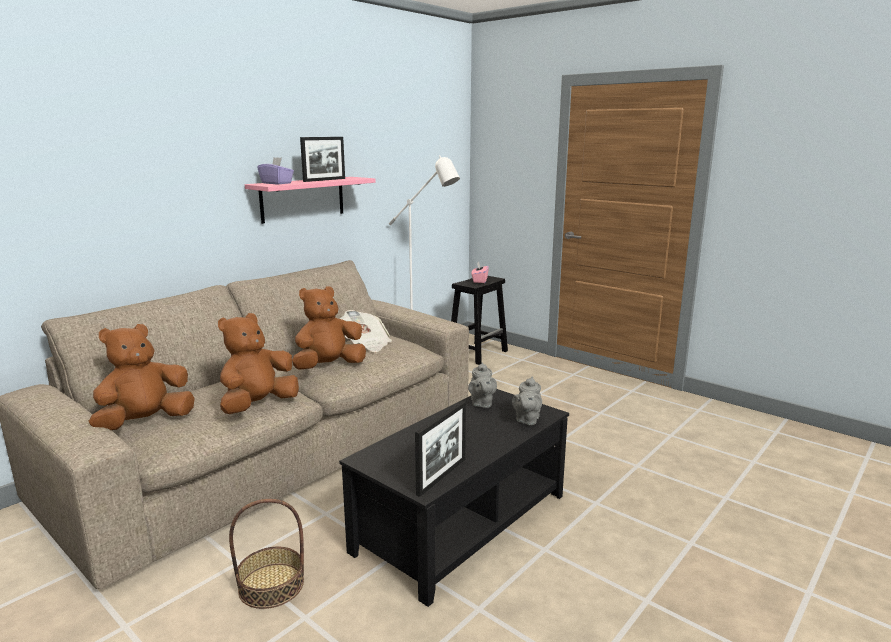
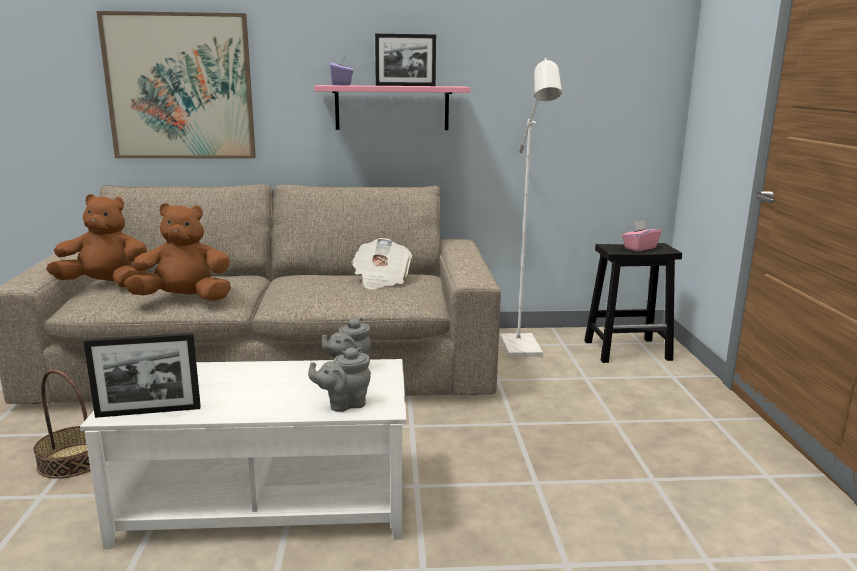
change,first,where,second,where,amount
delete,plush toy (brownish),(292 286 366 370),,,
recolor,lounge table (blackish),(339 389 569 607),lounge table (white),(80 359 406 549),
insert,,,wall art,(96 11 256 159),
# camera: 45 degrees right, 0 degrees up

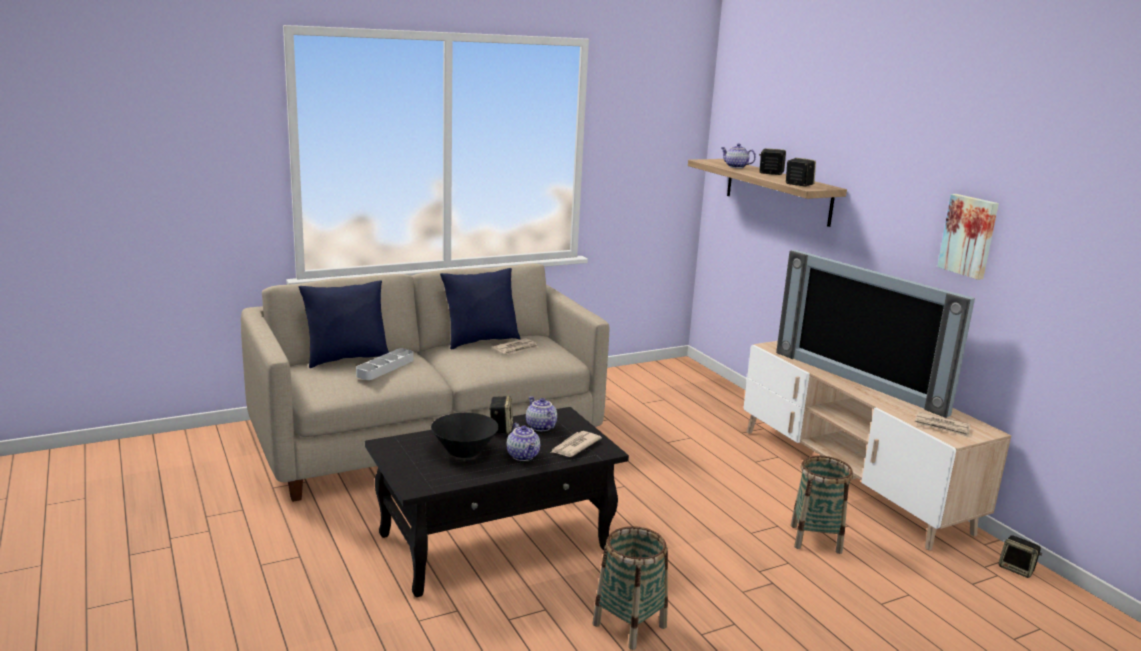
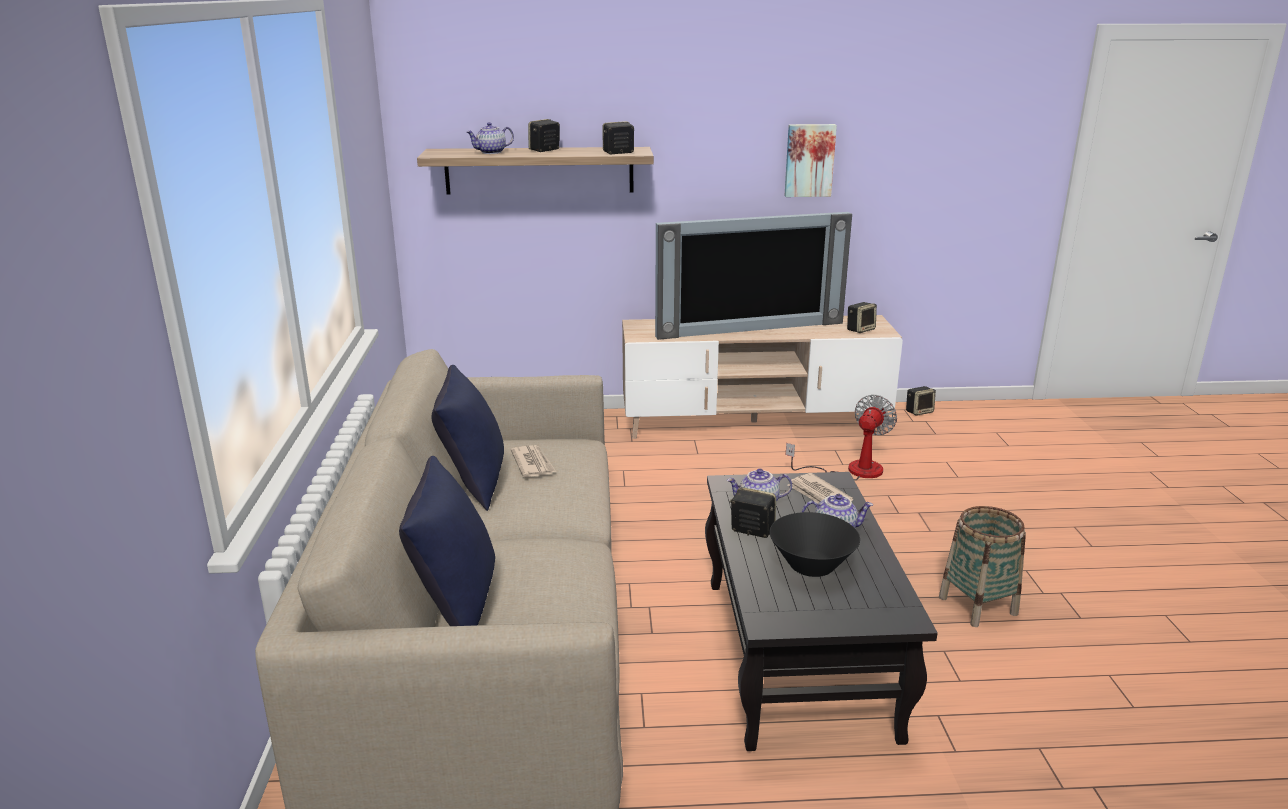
change,first,where,second,where,amount
delete,serving tray (greyish),(356 348 413 380),,,
replace,newspaper,(915 412 970 437),loudspeaker,(847 302 877 333),
replace,storage basket,(791 456 853 554),electric fan,(786 395 897 480),
# camera: 65 degrees left, 5 degrees up

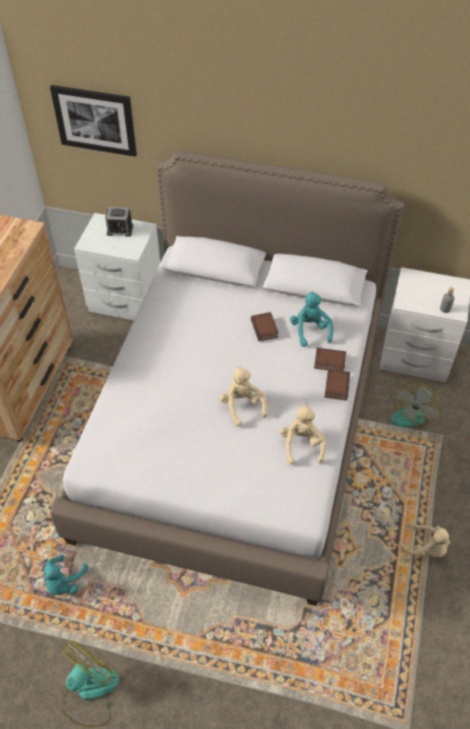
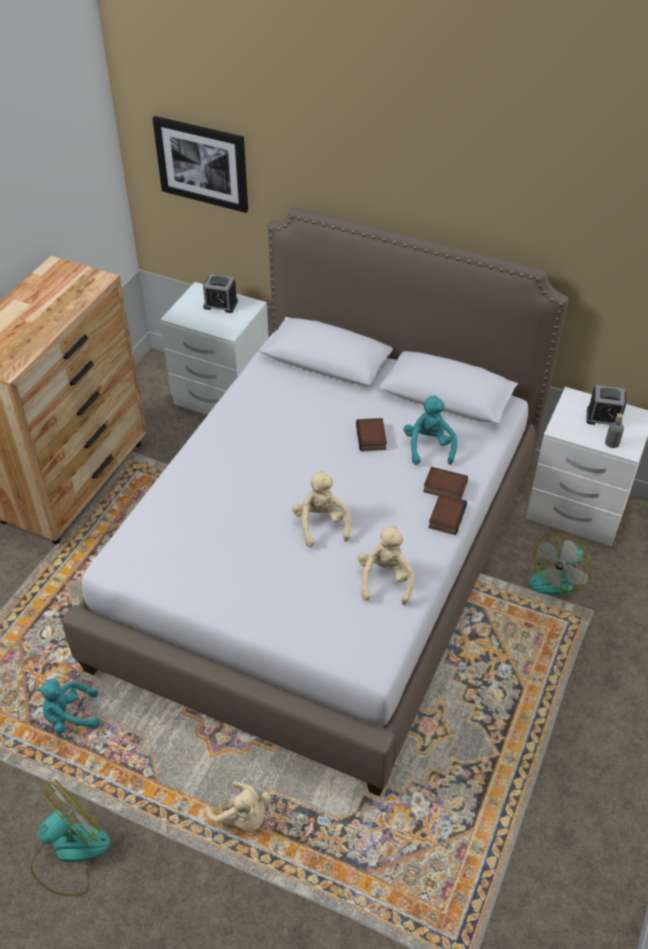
change,first,where,second,where,amount
move,plush toy (beige-coloured),(401 525 450 557),,(206 781 271 832),
rotate,plush toy (turquoise-coloured),(43 554 88 595),,(36 679 101 734),45 degrees clockwise
insert,,,alarm clock,(586 385 626 425),
# camera: 10 degrees right, 5 degrees down

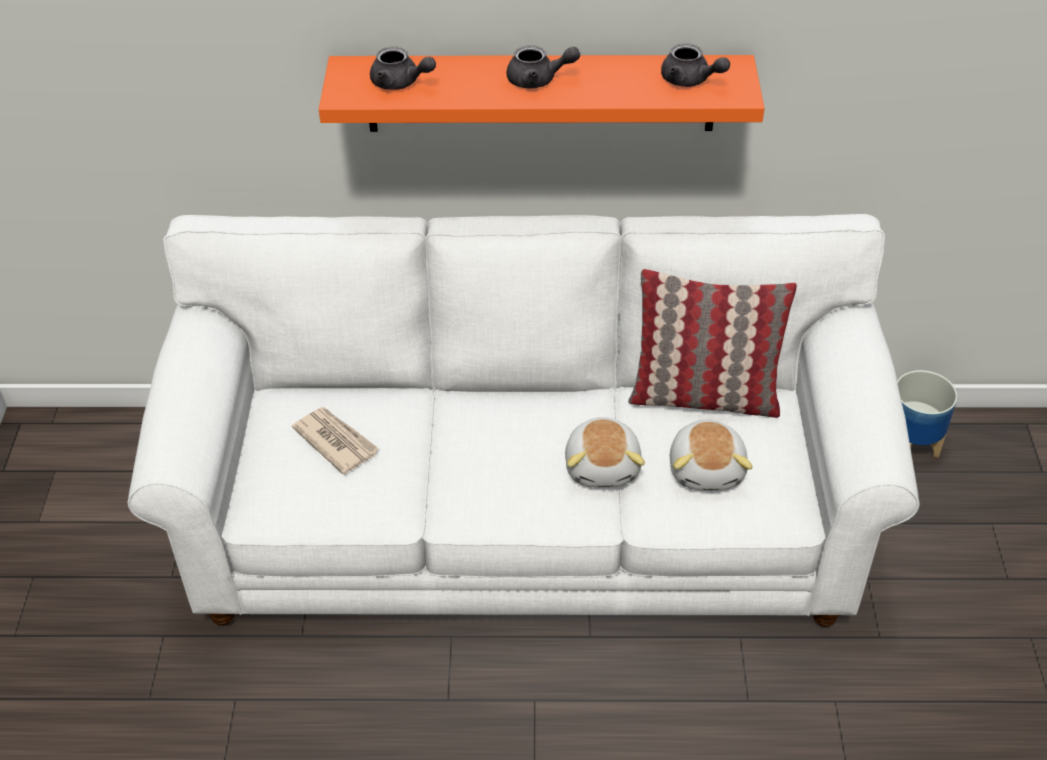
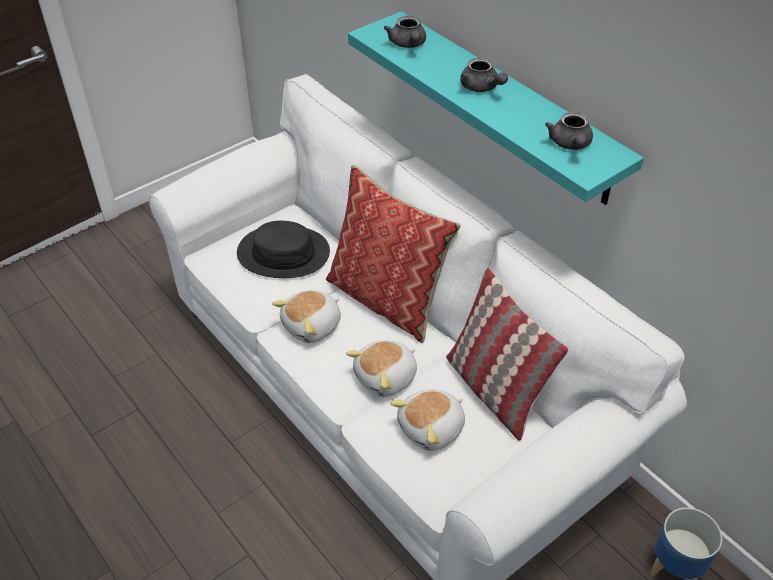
change,first,where,second,where,amount
recolor,bracket shelf (orange-coloured),(319 55 765 132),bracket shelf (turquoise-coloured),(348 11 644 205),
replace,newspaper,(292 407 379 475),clothing hat (blackish),(237 221 330 278),
insert,,,cushion,(326 165 461 343),
insert,,,plush toy,(272 290 341 343),
# camera: 50 degrees right, 0 degrees up

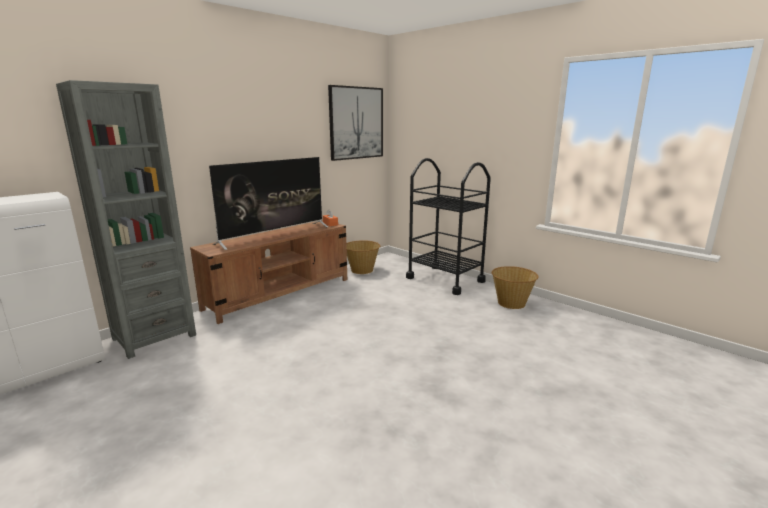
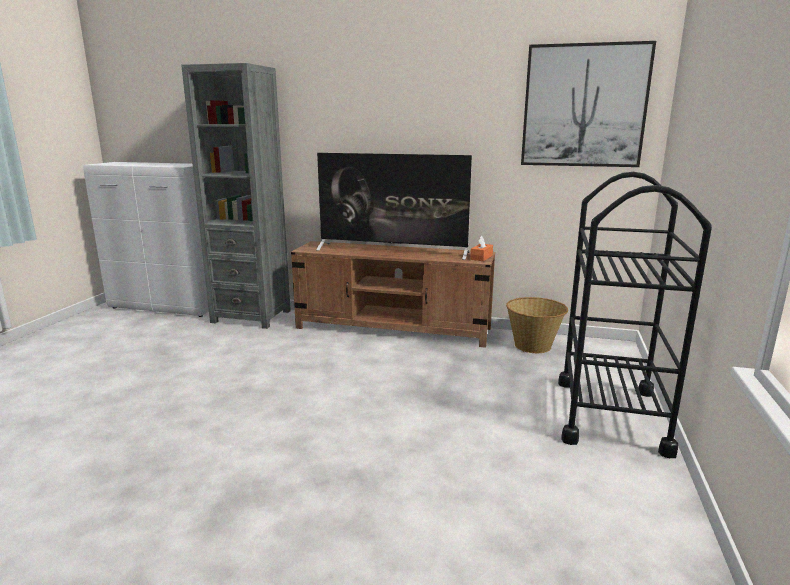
change,first,where,second,where,amount
delete,storage basket,(492 266 539 309),,,
# camera: 60 degrees right, 0 degrees up

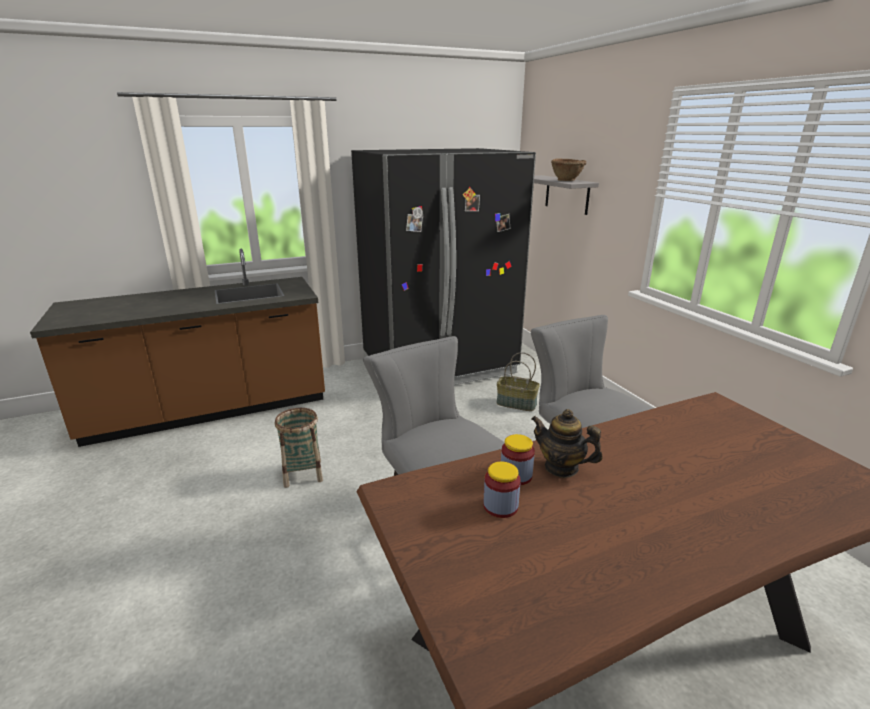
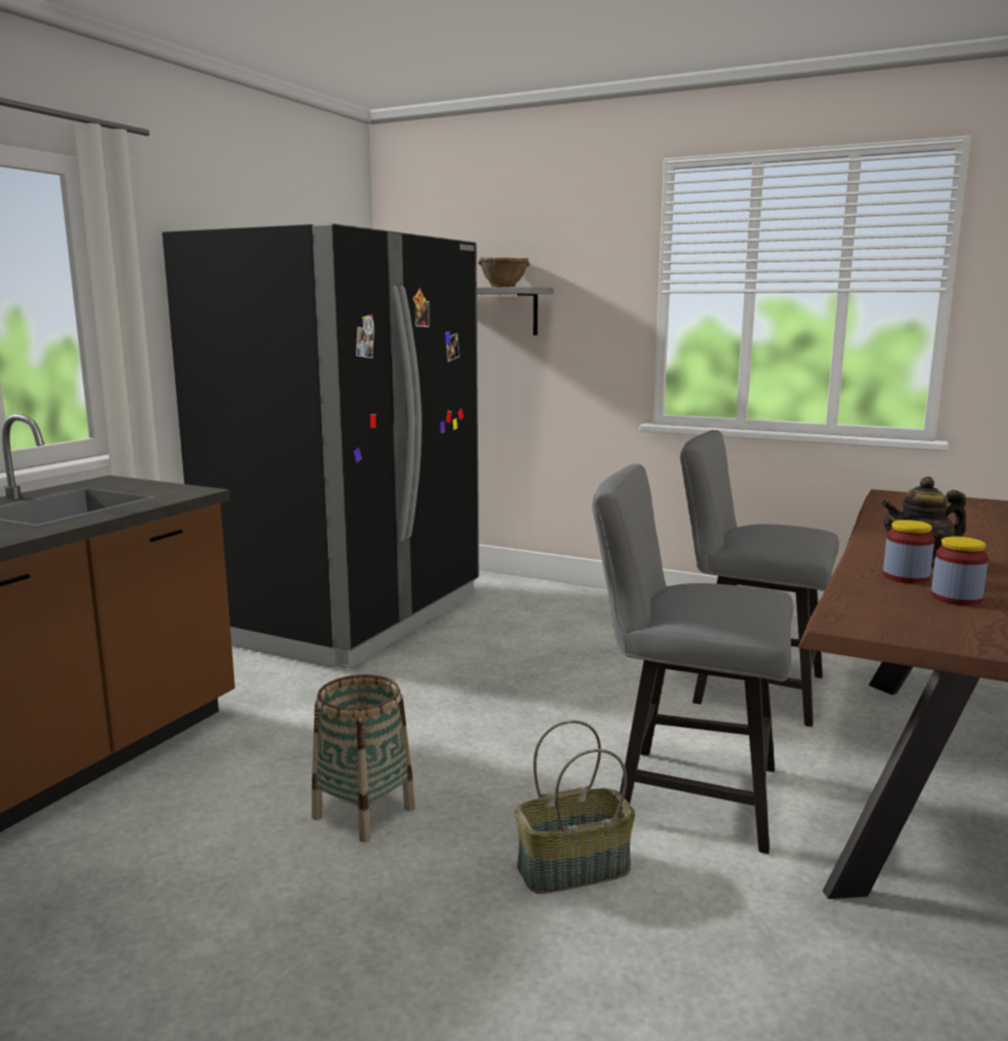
change,first,where,second,where,amount
move,storage basket,(496 352 540 411),,(515 720 636 894),
# camera: 40 degrees left, 10 degrees down

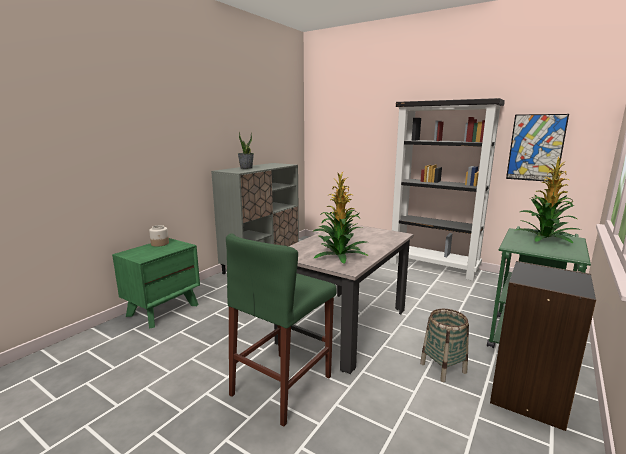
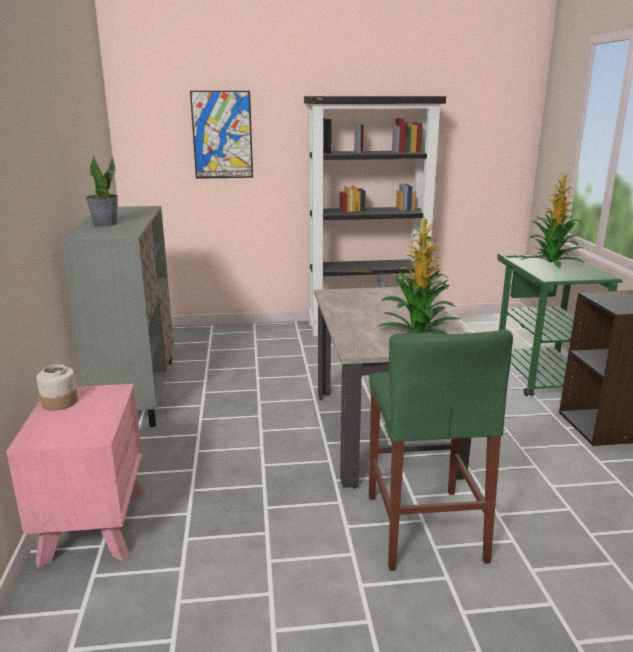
change,first,where,second,where,amount
move,wall art,(506 114 569 182),,(190 91 253 179),
recolor,bedside table (greenish),(112 238 200 329),bedside table (pinkish),(6 384 144 568),
delete,storage basket,(420 309 469 382),,,
# camera: 40 degrees left, 5 degrees up

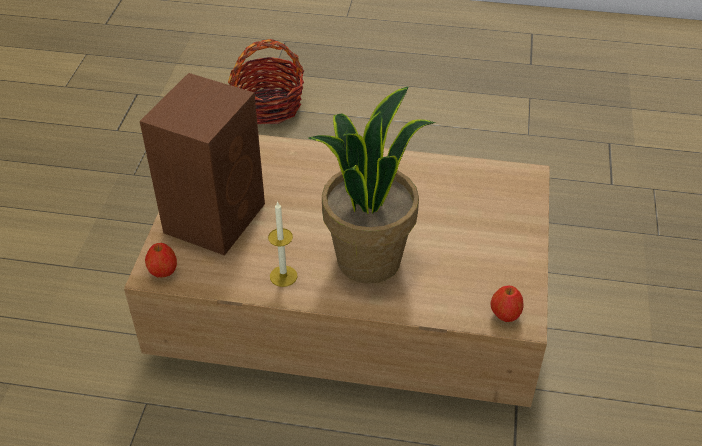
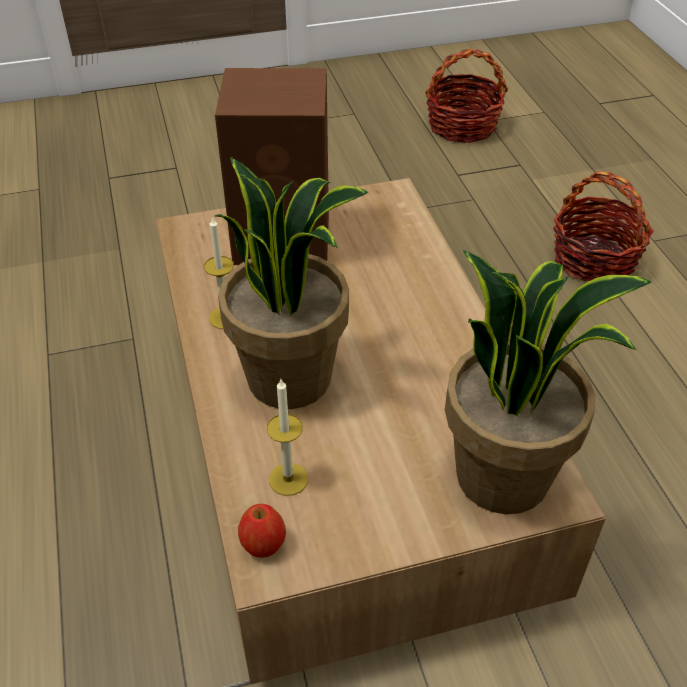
change,first,where,second,where,amount
delete,apple,(145 243 177 278),,,
insert,,,storage basket,(425 49 508 143),
insert,,,houseplant,(445 250 652 514),
insert,,,candle,(267 379 308 496),
# camera: 65 degrees right, 0 degrees up

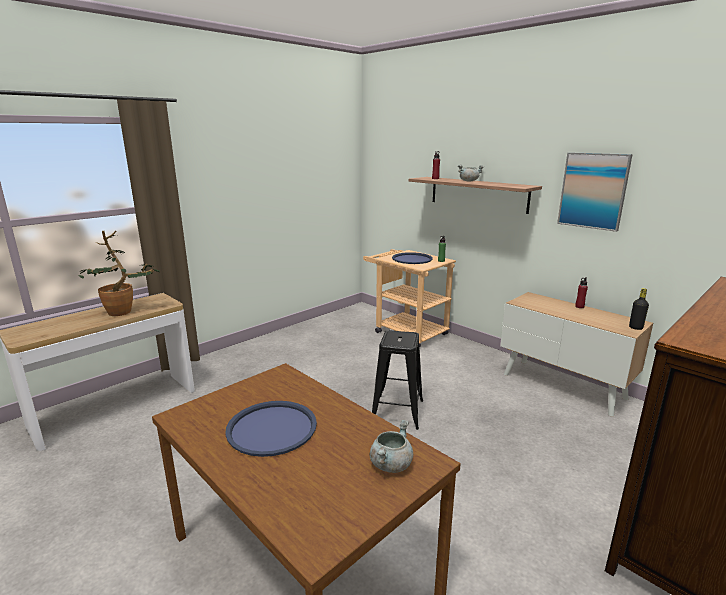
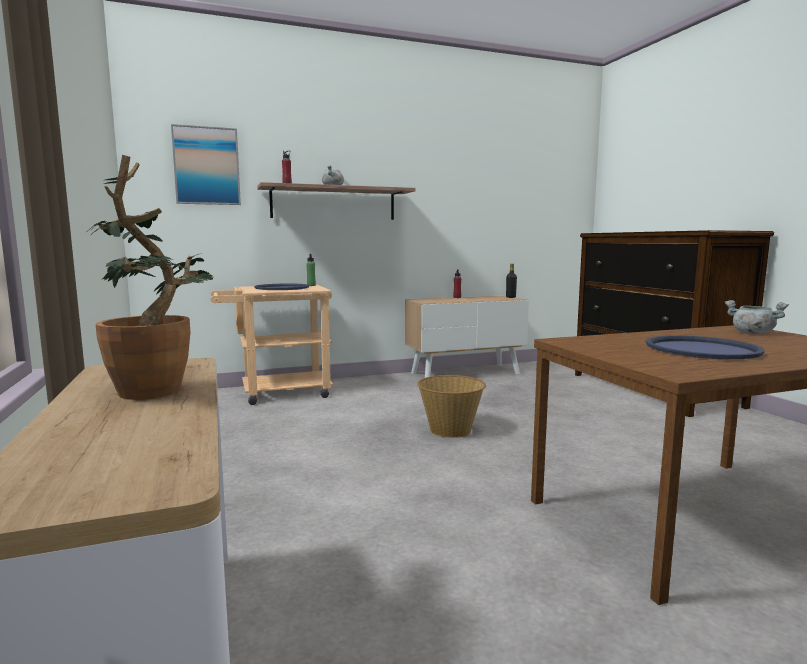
change,first,where,second,where,amount
move,wall art,(557 152 633 232),,(171 124 241 205),
replace,stool (blackish),(372 330 423 430),storage basket,(417 375 486 438),
# camera: 65 degrees left, 10 degrees down

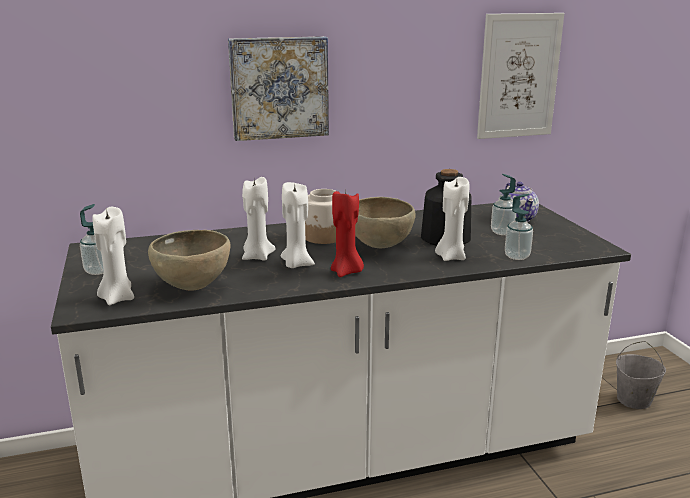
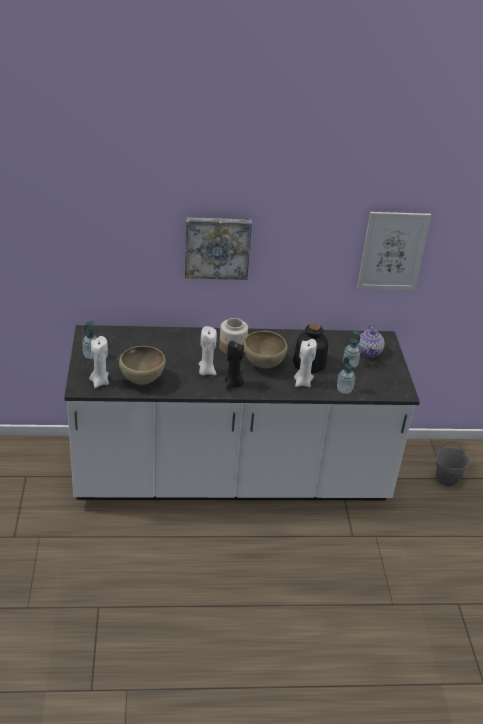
change,first,where,second,where,amount
delete,candle (white),(242 177 276 261),,,
recolor,candle (reddish),(331 190 364 277),candle (blackish),(225 340 244 389),
# camera: 10 degrees right, 15 degrees up

